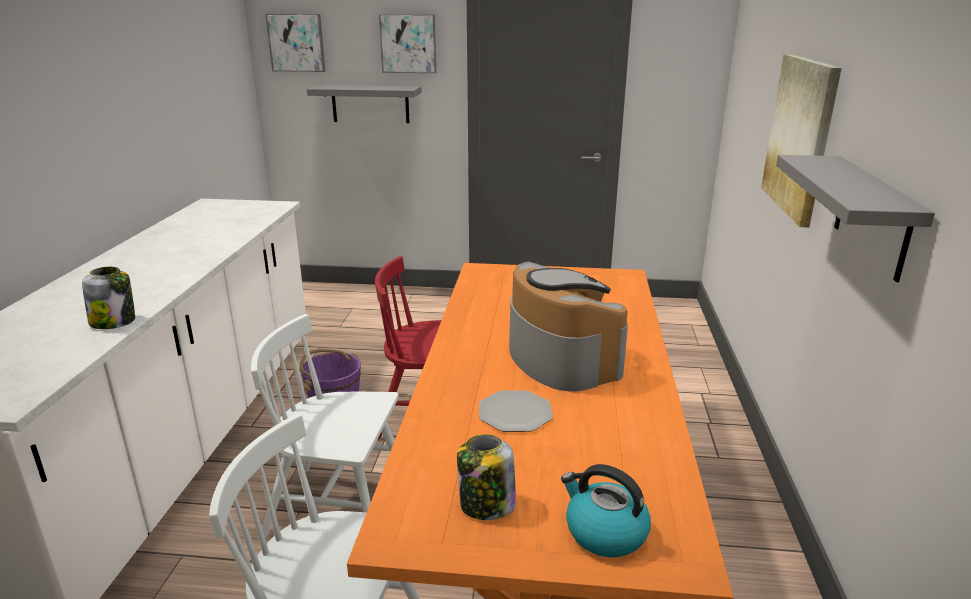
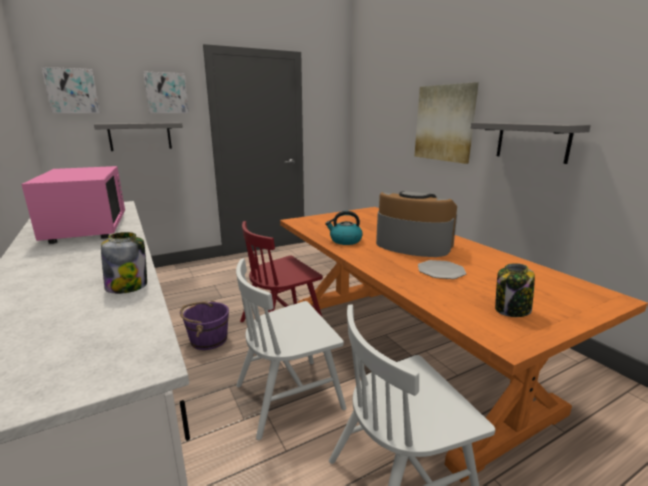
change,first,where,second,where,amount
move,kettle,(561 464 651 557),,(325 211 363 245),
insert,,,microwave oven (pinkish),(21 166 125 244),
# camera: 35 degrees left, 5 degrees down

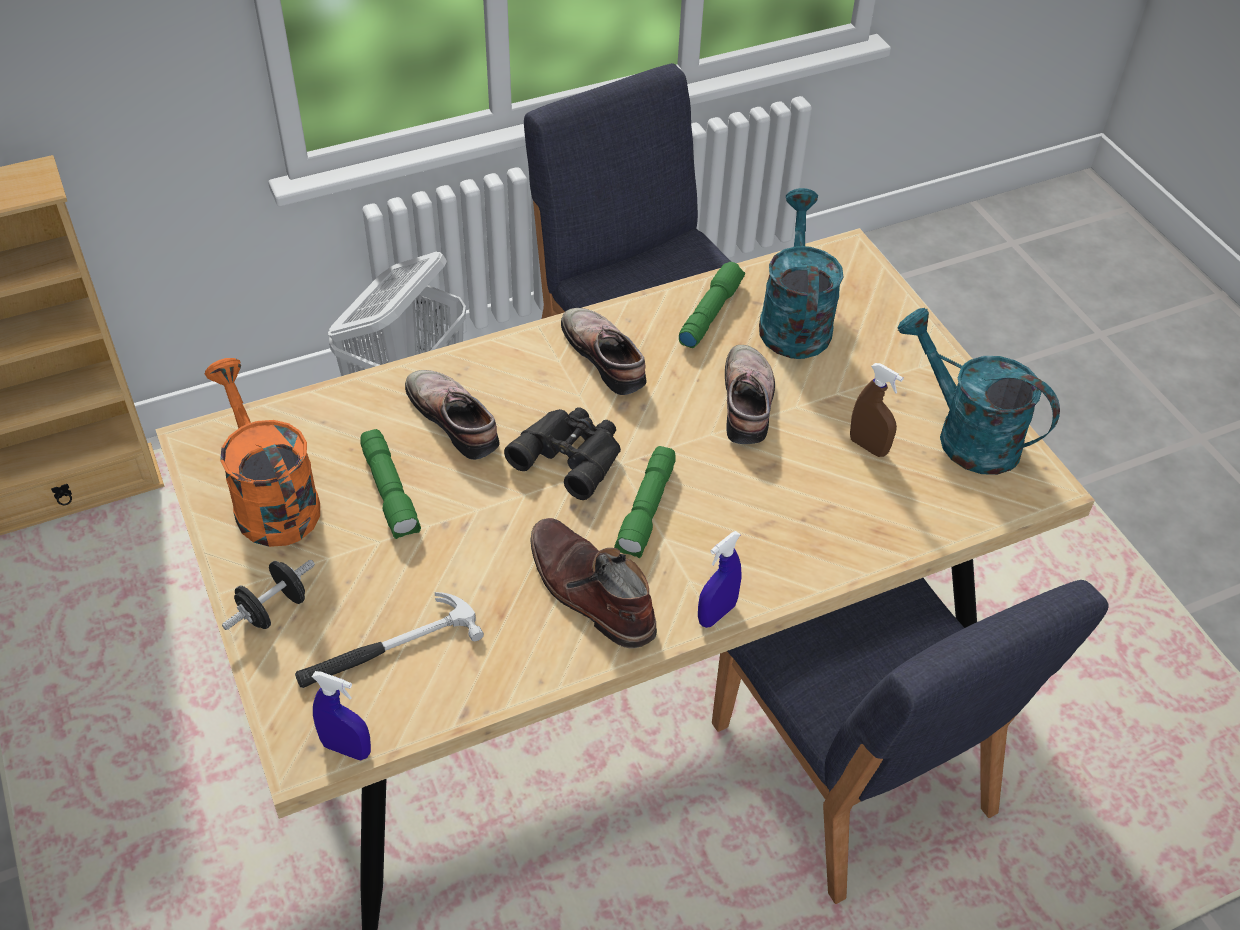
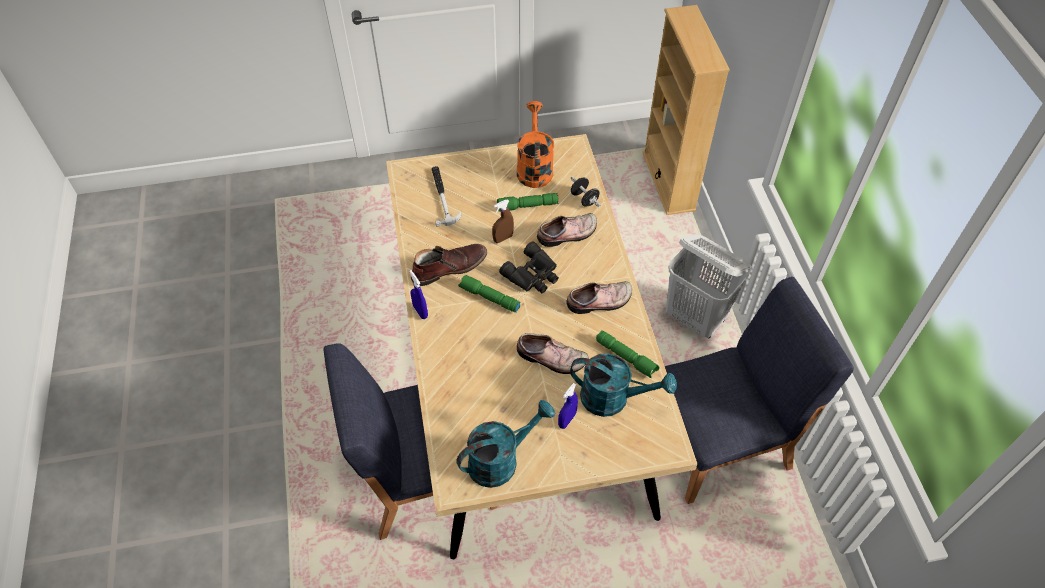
change,first,where,second,where,amount
rotate,sprinkling can (orange-coloured),(205 358 320 547),,(517 101 554 188),75 degrees counterclockwise
move,hand sprayer (brownish),(850 363 904 457),,(492 200 514 243),
move,dumbbell (blackish),(222 560 315 630),,(571 176 601 207),
move,hand sprayer (blue-coloured),(312 671 371 761),,(558 383 578 429),
# camera: 105 degrees right, 5 degrees up

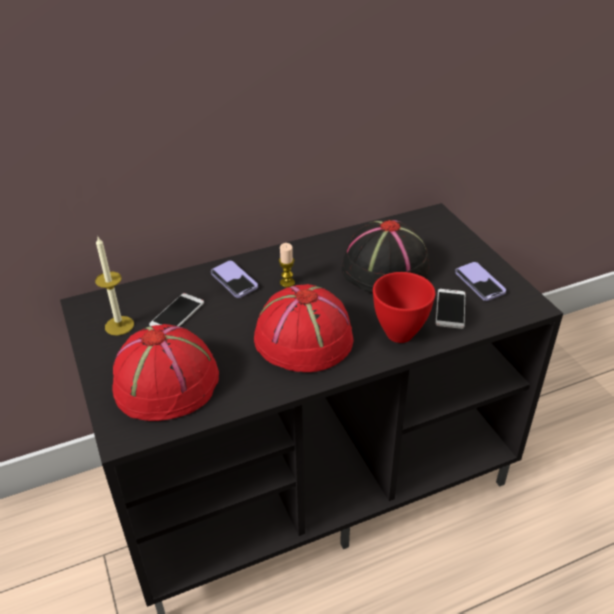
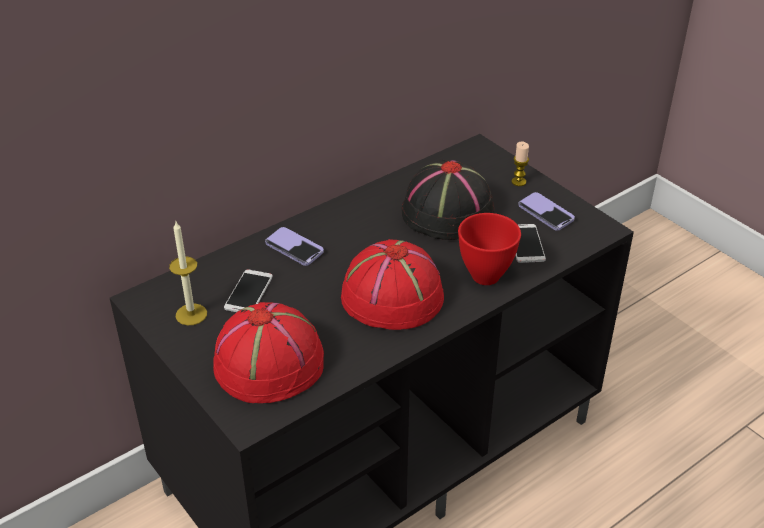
change,first,where,second,where,amount
move,candle,(279 243 295 287),,(511 142 529 186),
# camera: 15 degrees left, 0 degrees up

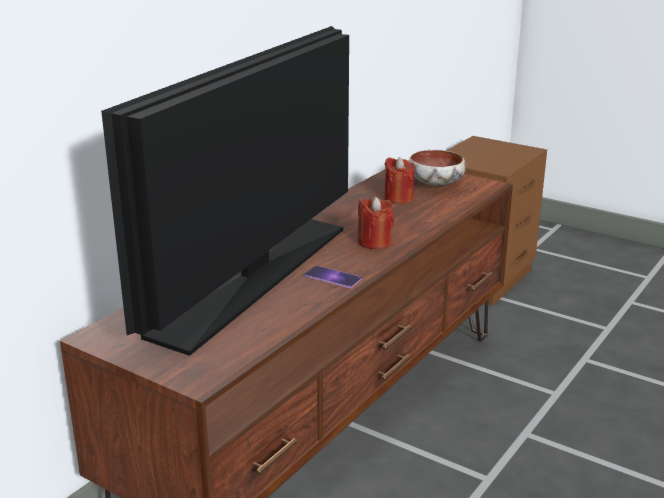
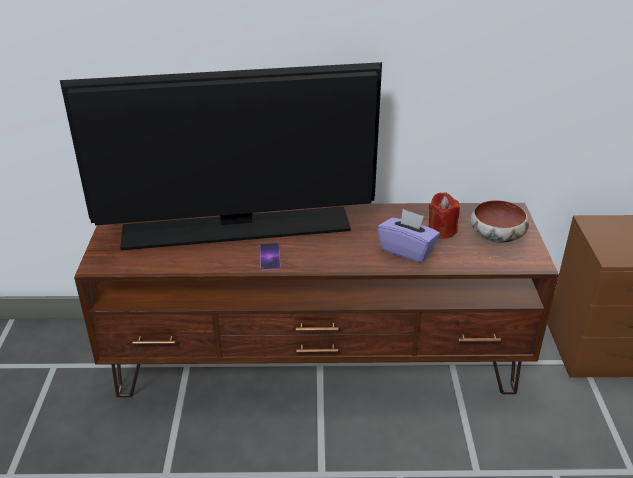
change,first,where,second,where,amount
delete,candle (reddish),(357 197 394 249),,,
insert,,,tissue holder (purple),(377 209 440 263),
# camera: 55 degrees right, 10 degrees up

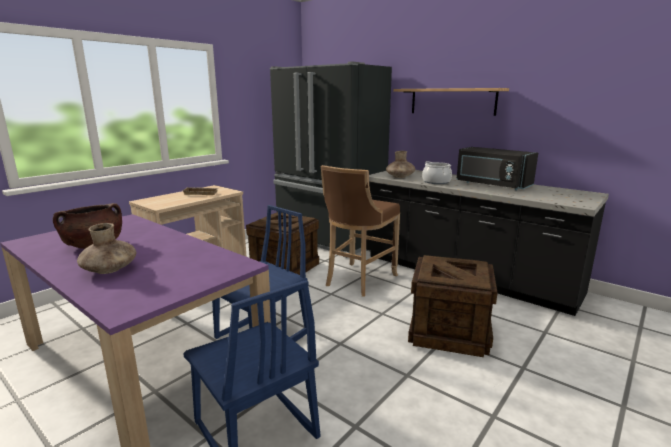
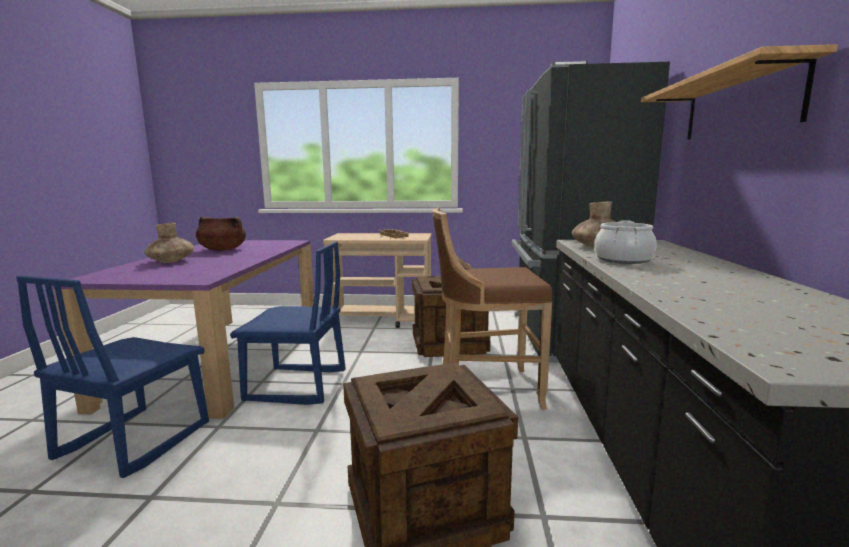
change,first,where,second,where,amount
delete,microwave oven (blackish),(457 147 538 190),,,
# camera: 55 degrees right, 5 degrees down

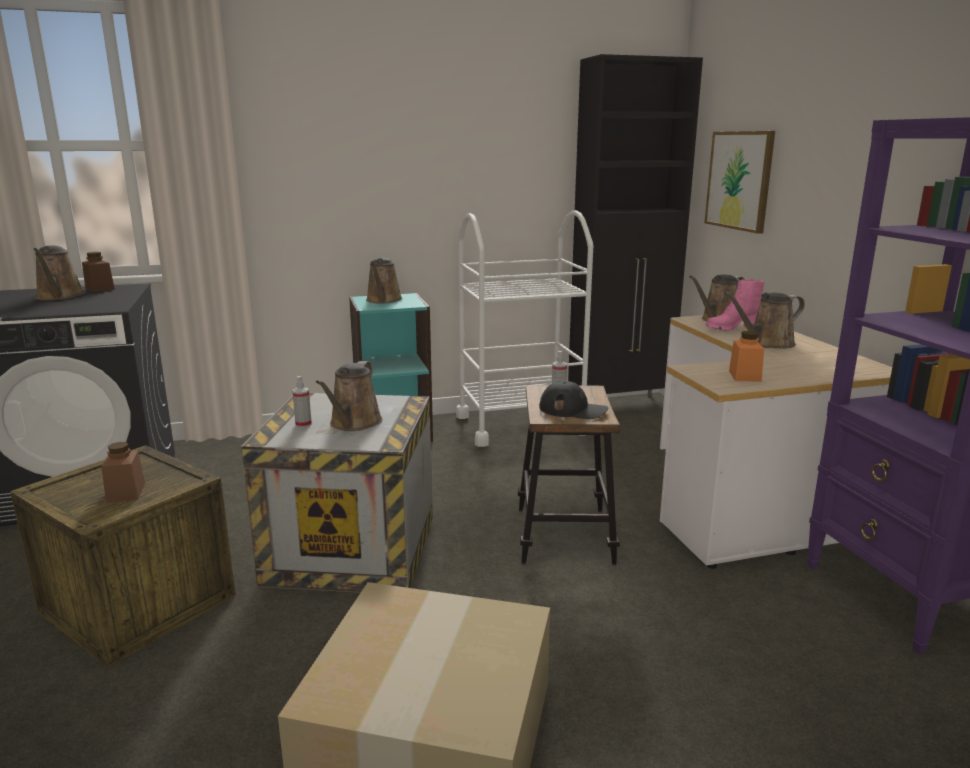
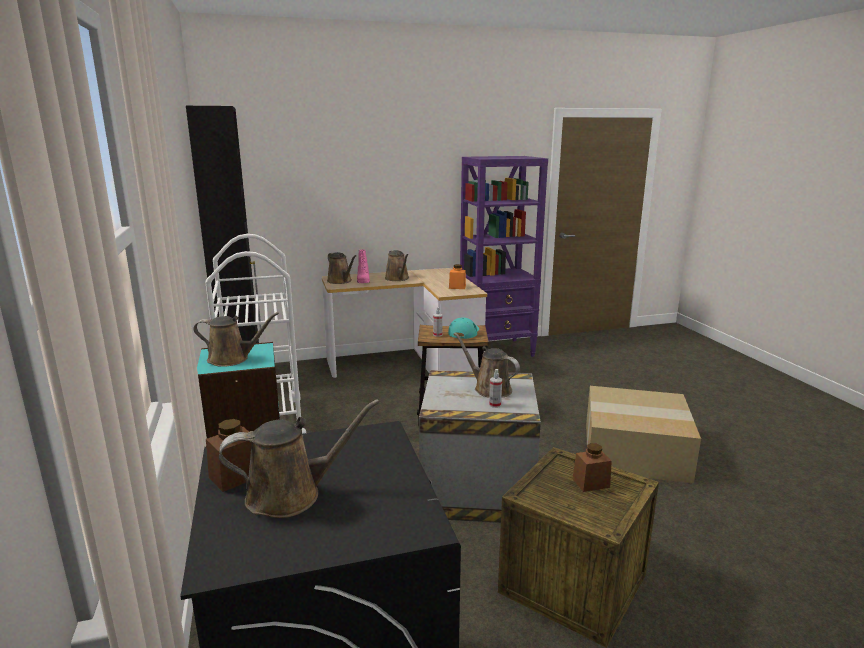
change,first,where,second,where,amount
delete,wall art,(705 131 775 234),,,
rotate,sprinkling can (brownish),(316 361 383 431),,(454 332 520 398),150 degrees counterclockwise
recolor,baseball cap (blackish),(539 381 608 419),baseball cap (turquoise-coloured),(448 317 479 339),
# camera: 90 degrees left, 0 degrees up

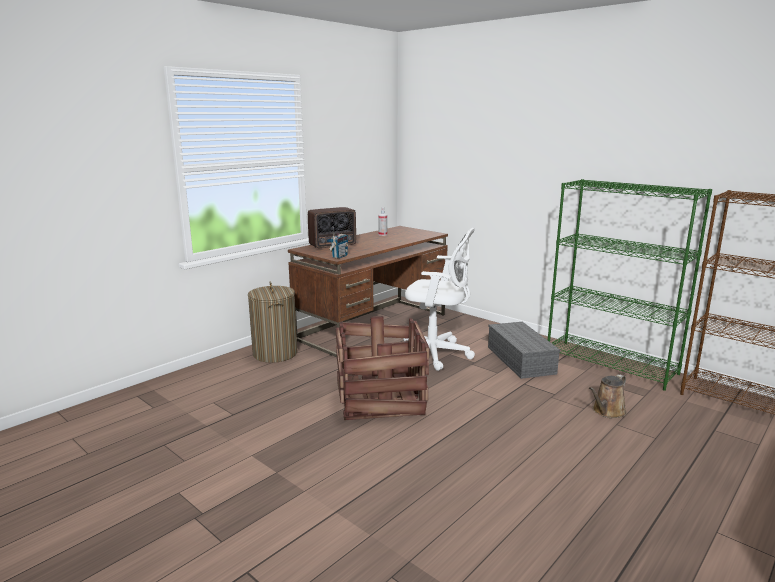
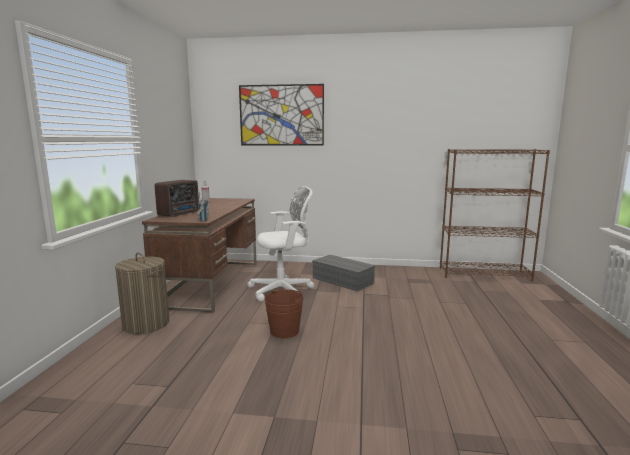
change,first,where,second,where,amount
delete,bookshelf (greenish),(548 179 712 391),,,
replace,crate,(336 316 429 420),water bucket (brownish),(264 289 304 338),
delete,sprinkling can (brownish),(589 374 627 418),,,
insert,,,wall art,(239 84 324 146),
# camera: 35 degrees left, 5 degrees down

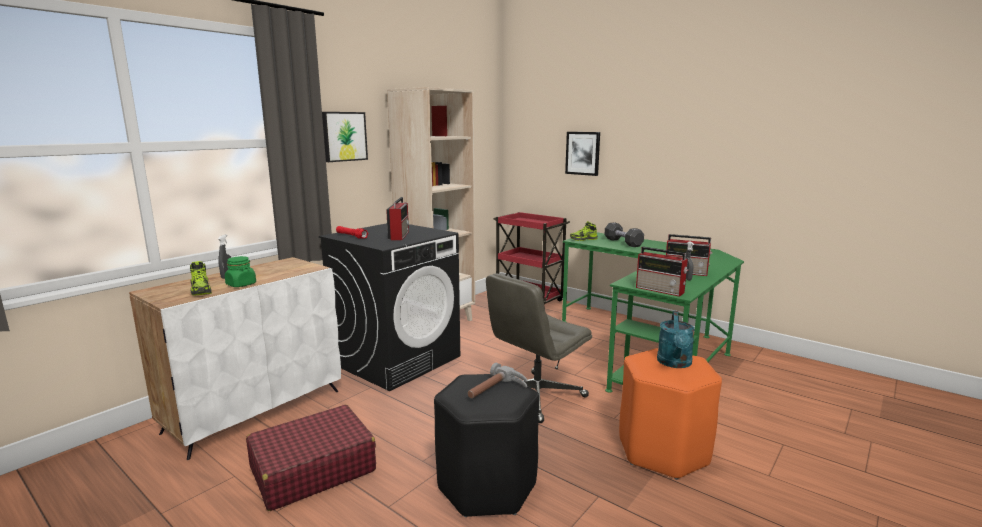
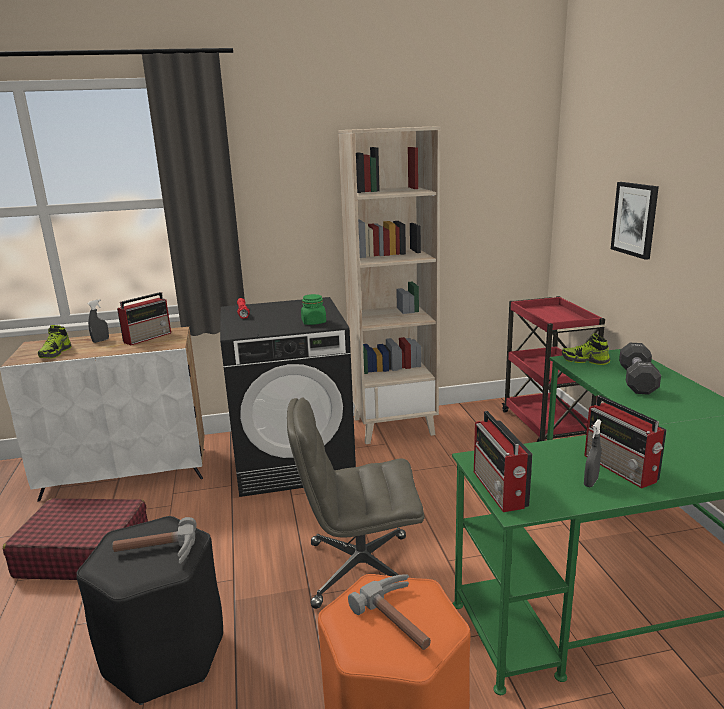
change,first,where,second,where,amount
delete,wall art,(322 112 368 162),,,
move,radio set,(386 197 409 240),,(117 292 171 345),
move,jar (greenish),(225 256 256 287),,(301 294 326 325),
replace,sprinkling can (turquoise-coloured),(657 311 695 368),hammer,(348 574 431 650),
# camera: 40 degrees right, 5 degrees up

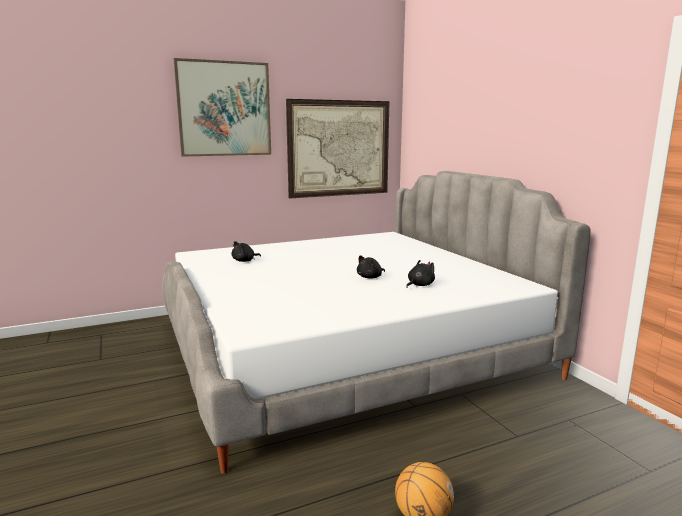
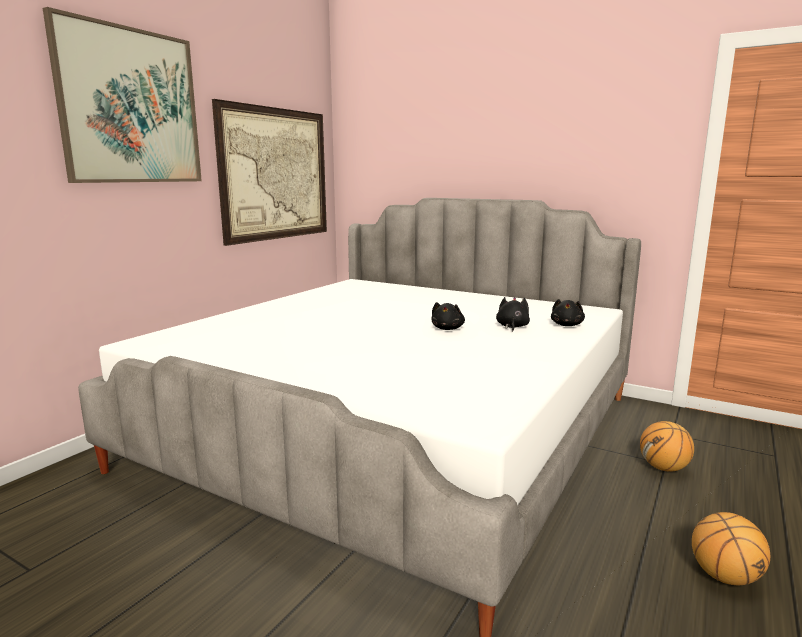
change,first,where,second,where,amount
move,plush toy (blackish),(232 241 261 262),,(551 299 585 326),
insert,,,basketball,(640 421 694 472),
# camera: 35 degrees left, 0 degrees up

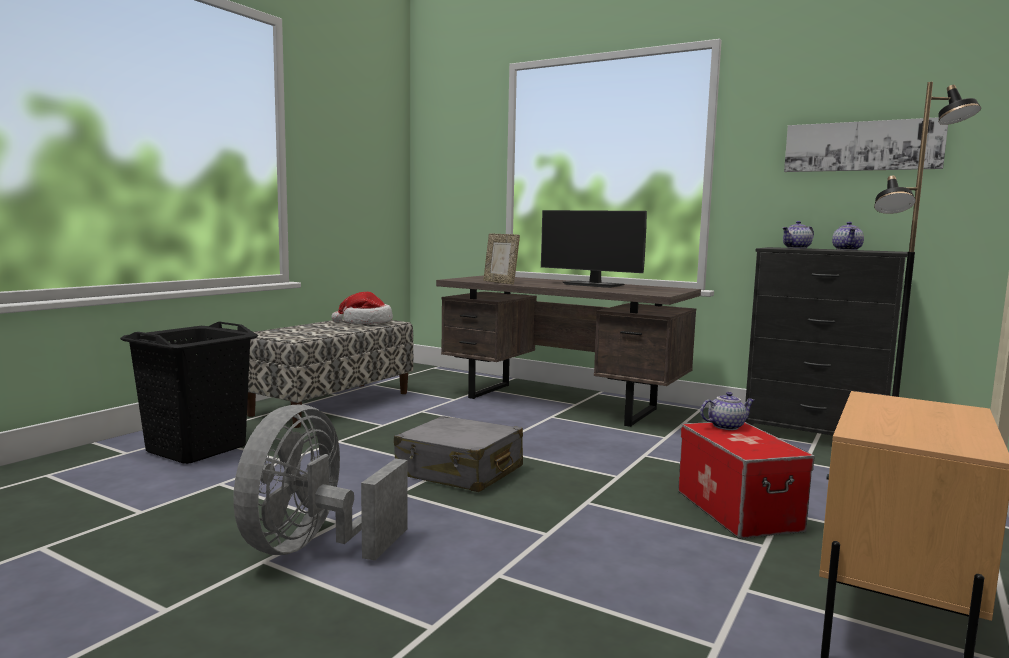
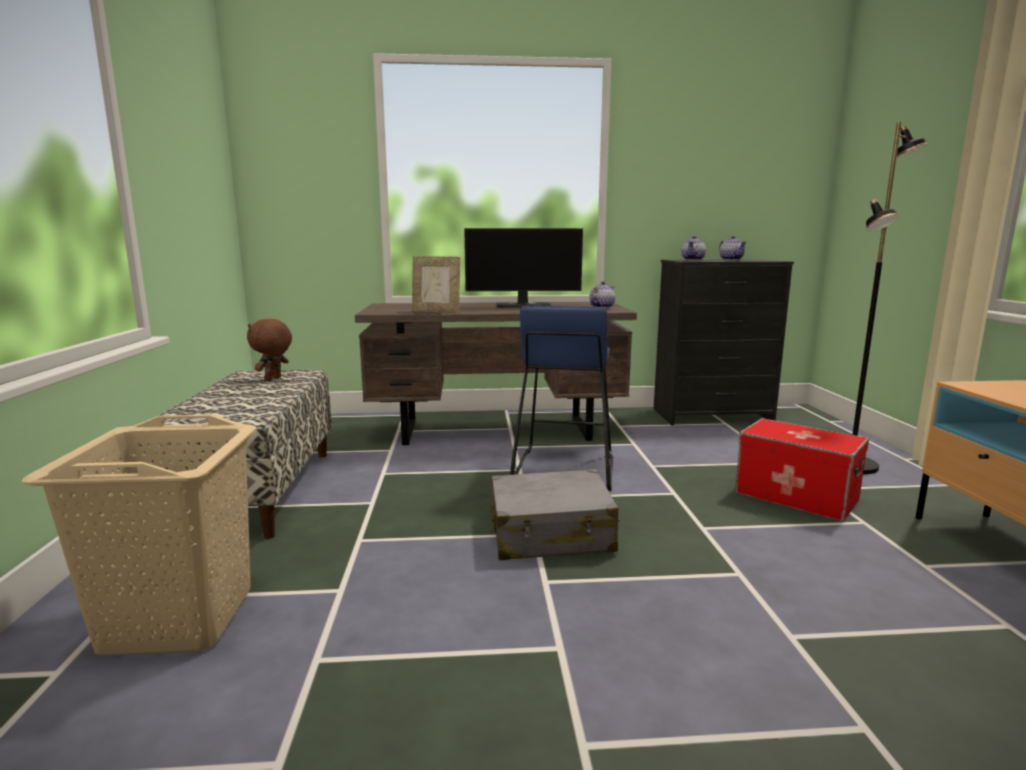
change,first,where,second,where,amount
delete,wall art,(784 117 948 172),,,
replace,clothing hat,(331 292 393 324),plush toy (brownish),(247 319 292 381),
recolor,hamper (blackish),(120 321 259 464),hamper (beige-coloured),(22 415 257 656),
move,pot for tea,(700 392 755 430),,(589 282 615 308),
delete,electric fan (greyish),(233 405 408 561),,,
insert,,,stool (blue-coloured),(510 305 613 491),
# camera: 35 degrees left, 5 degrees up

